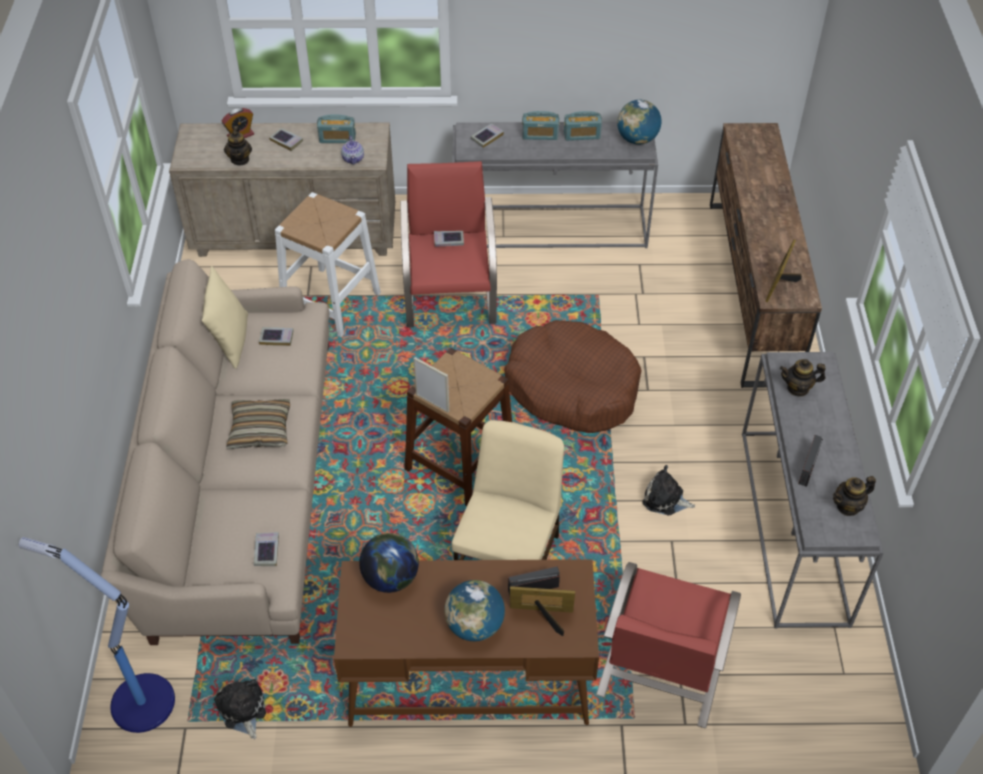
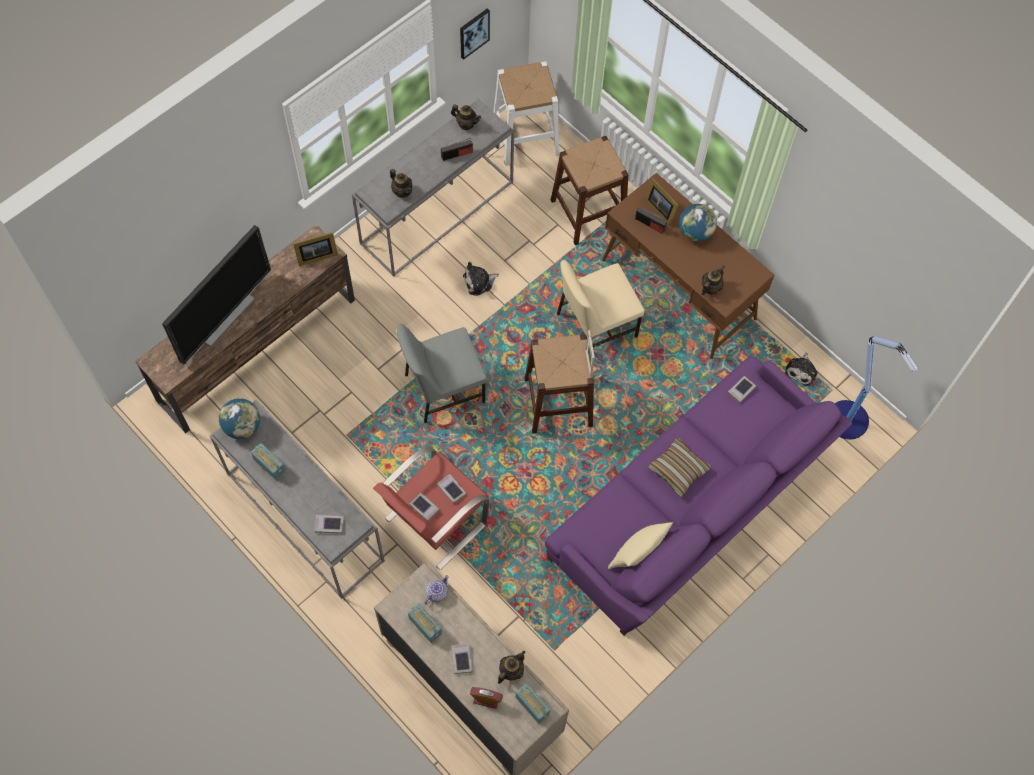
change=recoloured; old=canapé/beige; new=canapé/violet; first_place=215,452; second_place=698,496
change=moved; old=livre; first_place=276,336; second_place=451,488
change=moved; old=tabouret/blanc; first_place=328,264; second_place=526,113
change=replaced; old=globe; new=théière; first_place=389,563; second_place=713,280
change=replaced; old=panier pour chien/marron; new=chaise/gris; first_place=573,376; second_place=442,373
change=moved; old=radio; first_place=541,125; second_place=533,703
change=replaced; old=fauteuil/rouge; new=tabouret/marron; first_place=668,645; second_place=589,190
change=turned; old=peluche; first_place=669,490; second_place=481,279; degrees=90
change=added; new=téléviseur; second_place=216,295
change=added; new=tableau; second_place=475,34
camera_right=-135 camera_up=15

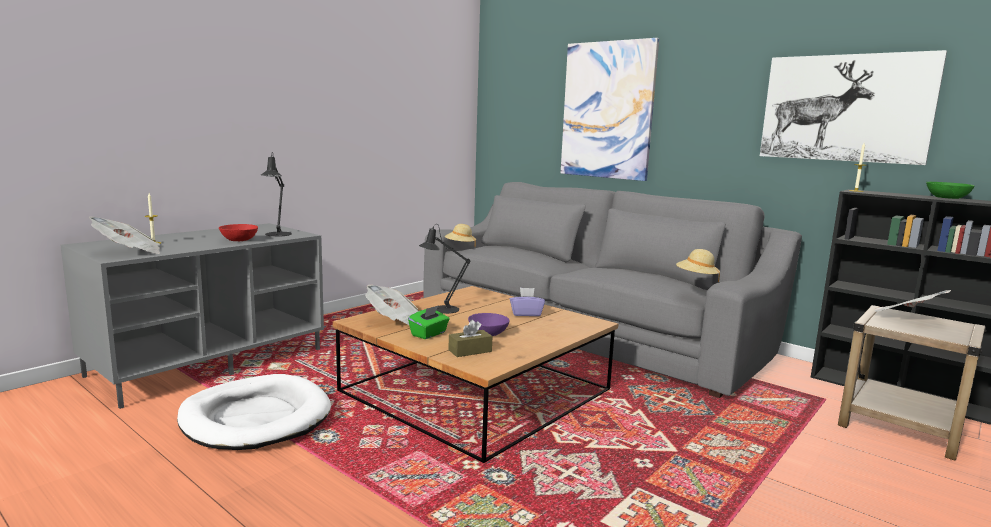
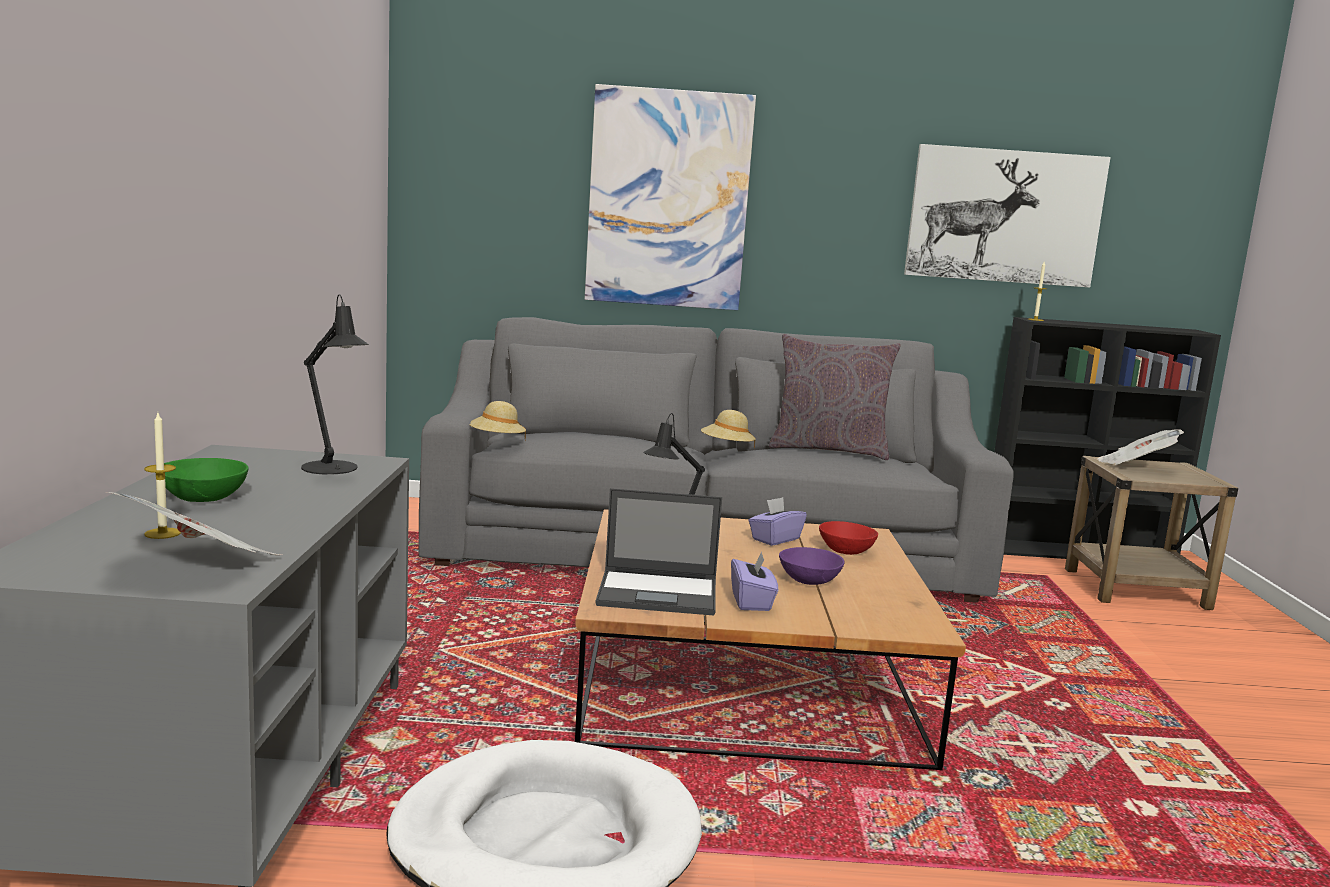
change=moved; old=bol/rouge; first_place=238,232; second_place=848,538
change=replaced; old=journal; new=ordinateur portable; first_place=391,304; second_place=658,551
change=recoloured; old=boîte à mouchoirs/vert; new=boîte à mouchoirs/violet; first_place=429,322; second_place=754,581
change=removed; old=boîte à mouchoirs/marron; first_place=470,338
change=moved; old=chapeau/beige; first_place=698,265; second_place=728,429
change=moved; old=bol/vert; first_place=950,190; second_place=206,480
change=added; new=coussin/gris; second_place=835,397
camera_right=-40 camera_up=0

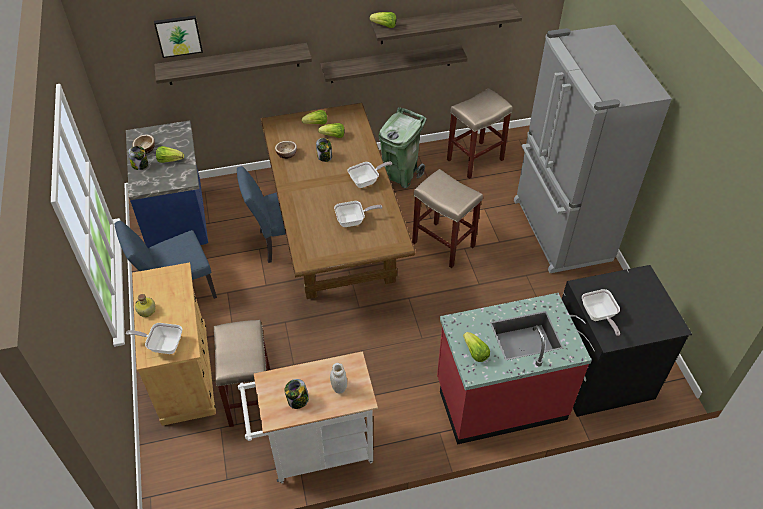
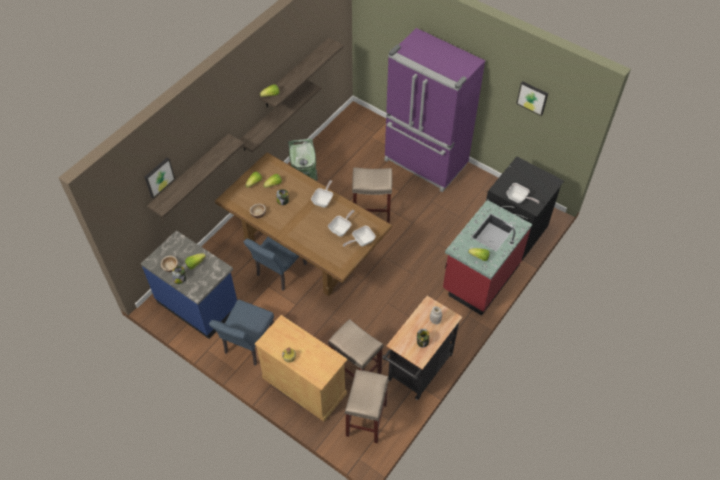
change=moved; old=poêle; first_place=154,338; second_place=359,236
change=recoloured; old=chariot/blanc; new=chariot/noir; first_place=308,417; second_place=422,348
change=moved; old=tabouret/beige; first_place=480,133; second_place=367,406
change=recoloured; old=réfrigérateur/gris; new=réfrigérateur/violet; first_place=593,149; second_place=434,110
change=added; new=tableau; second_place=532,98
camera_right=-40 camera_up=5

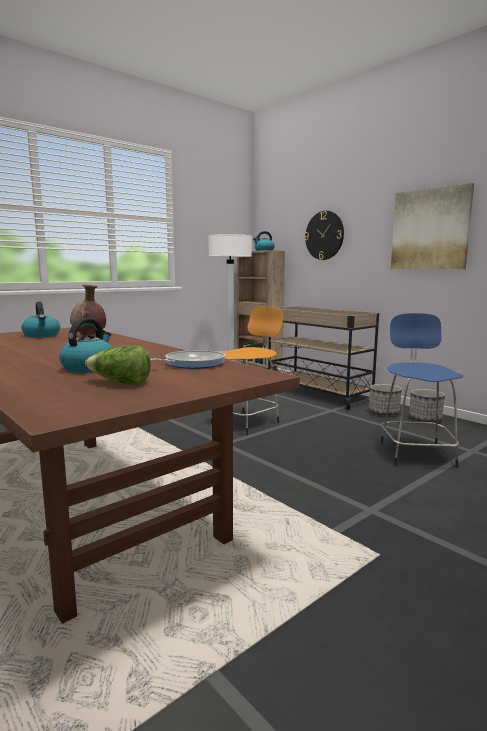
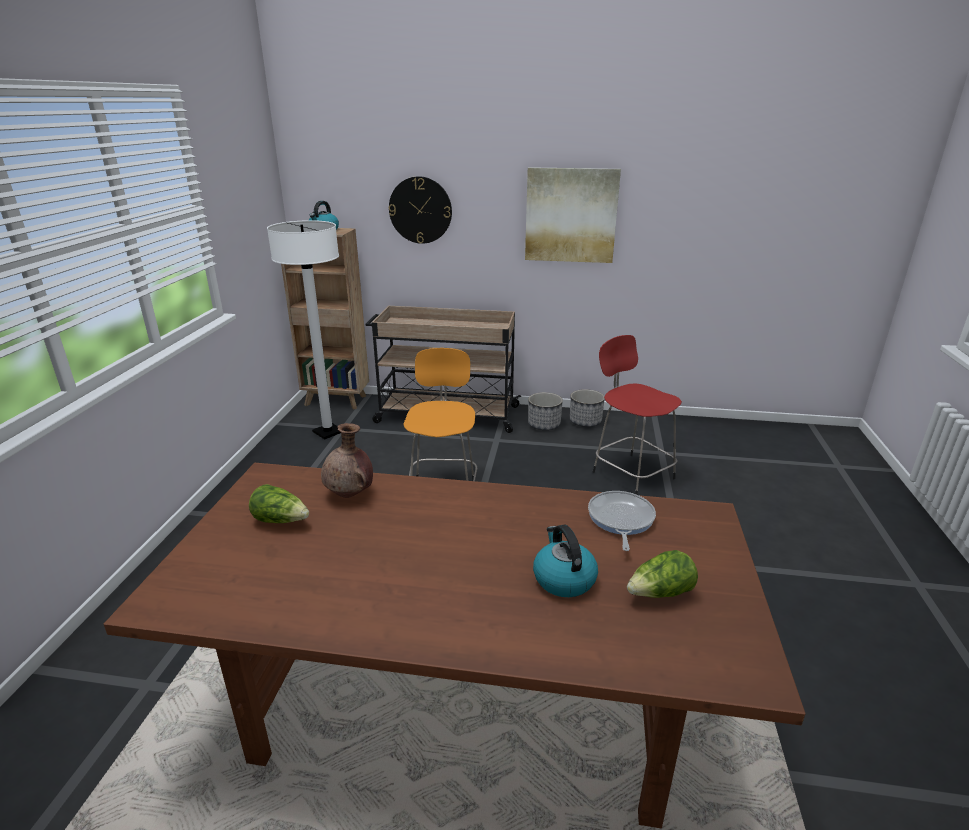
change=replaced; old=bouilloire; new=laitue; first_place=41,320; second_place=279,503
change=recoloured; old=tabouret/bleu; new=tabouret/rouge; first_place=421,390; second_place=637,415
camera_right=-40 camera_up=15

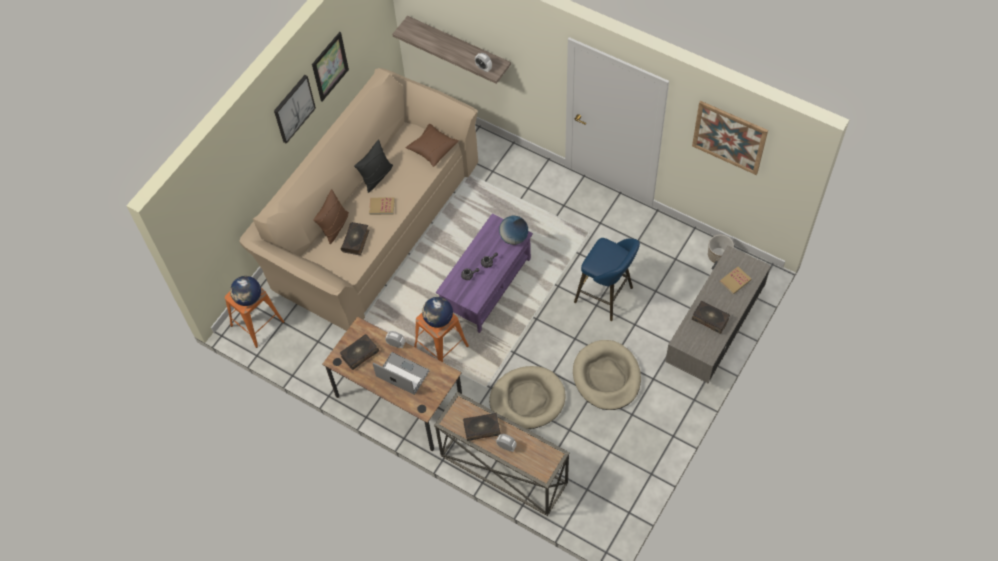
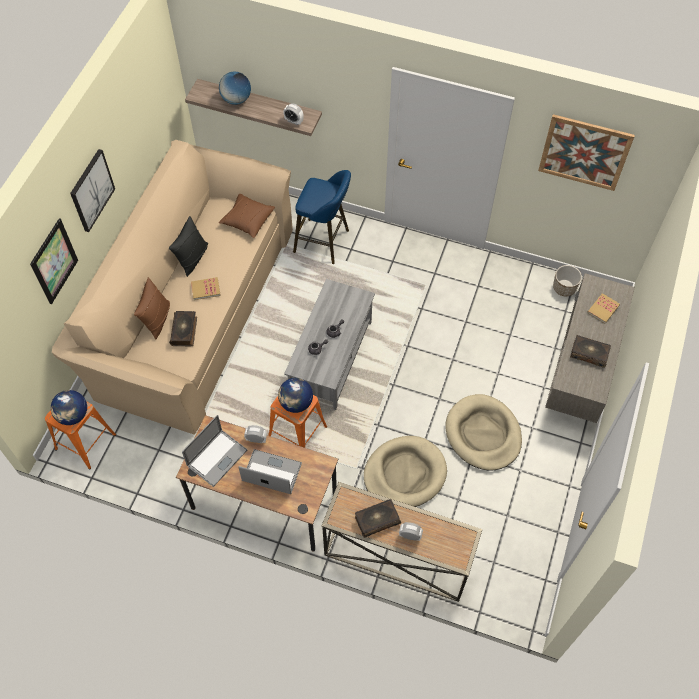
change=moved; old=tableau; first_place=330,67; second_place=54,261
change=replaced; old=livre; new=ordinateur portable; first_place=359,352; second_place=214,451
change=recoloured; old=table basse/violet; new=table basse/gris; first_place=484,273; second_place=329,344
change=moved; old=globe; first_place=513,230; second_place=235,88
change=moved; old=tabouret/bleu; first_place=607,279; second_place=322,217
camera_right=-15 camera_up=0

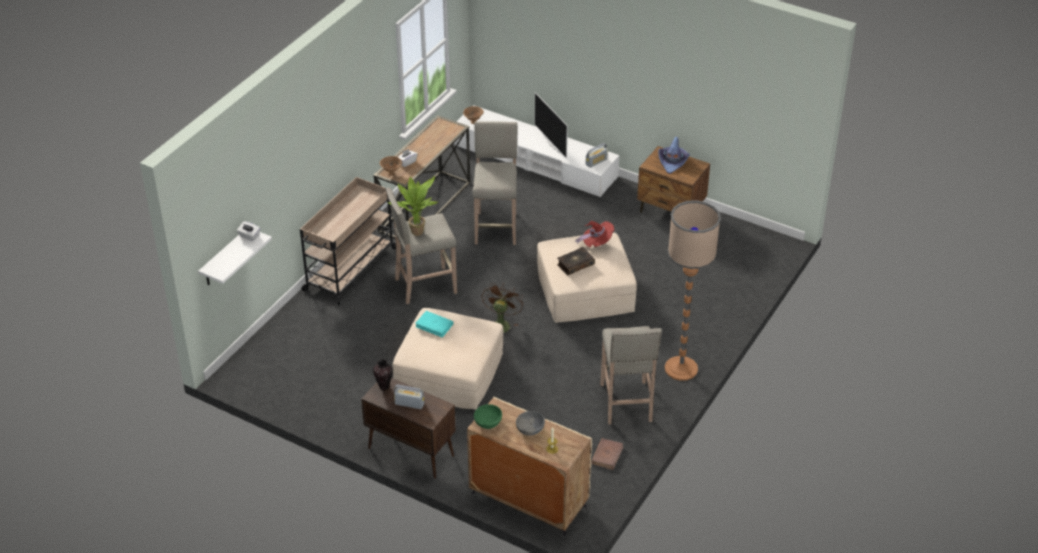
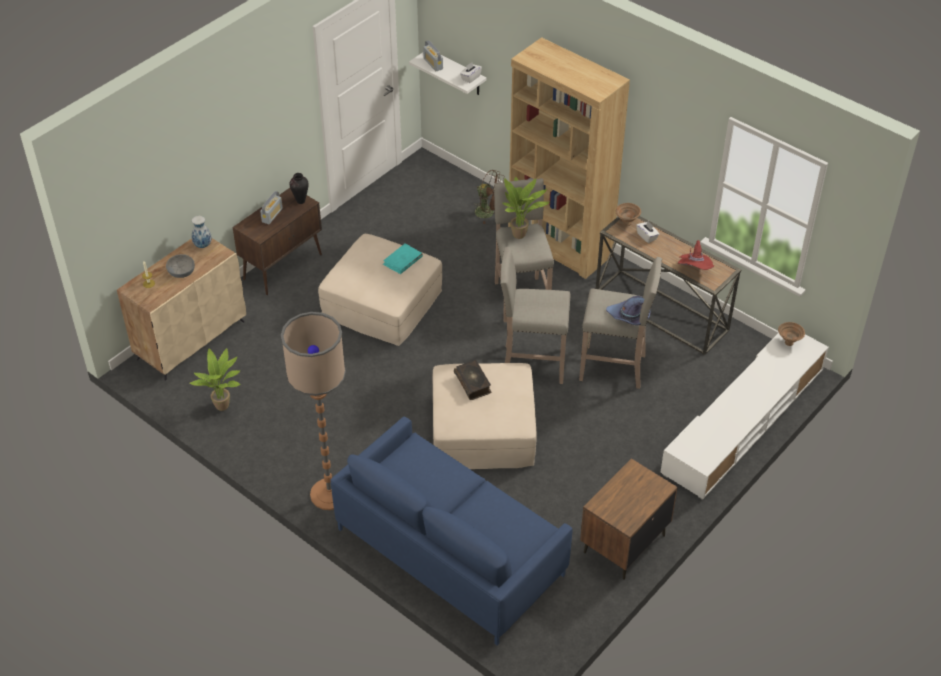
change=replaced; old=chariot/beige; new=bibliothèque/marron; first_place=348,241; second_place=569,158
change=replaced; old=bol/vert; new=vase; first_place=488,416; second_place=201,232
change=moved; old=ventilateur/marron; first_place=502,308; second_place=488,197
change=removed; old=téléviseur; first_place=551,125
change=moved; old=chapeau/rouge; first_place=594,234; second_place=696,255
change=moved; old=radio; first_place=597,155; second_place=433,55
change=replaced; old=livre/marron; new=plante en pot; first_place=607,454; second_place=215,379
change=moved; old=tabouret/beige; first_place=631,375; second_place=535,315
change=moved; old=chapeau/violet; first_place=674,155; second_place=628,311
change=added; new=canapé/bleu; second_place=451,531
camera_right=100 camera_up=5

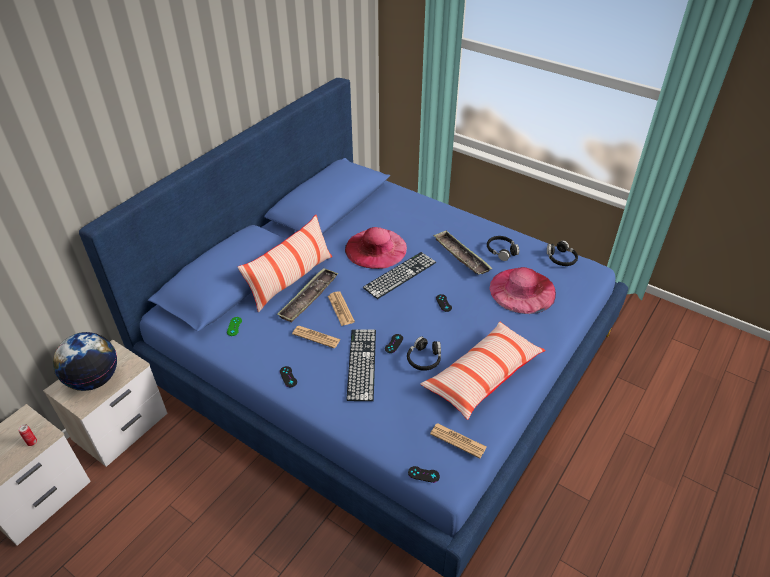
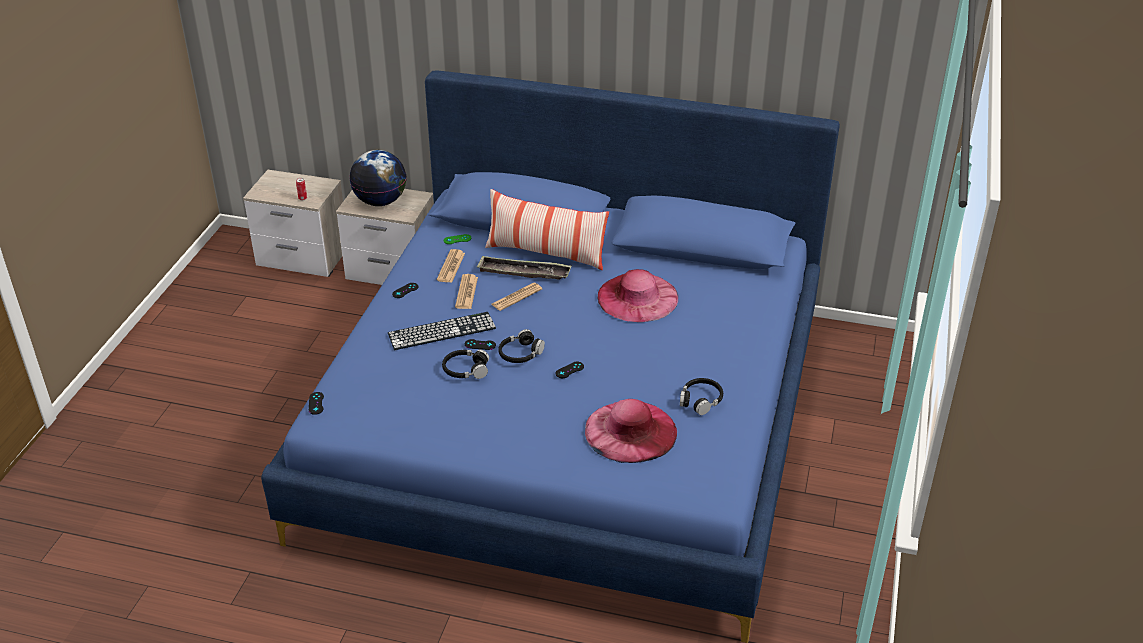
change=removed; old=clavier; first_place=399,275
change=removed; old=coussin; first_place=483,370
change=moved; old=journal; first_place=458,440; second_place=451,266
change=removed; old=plateau; first_place=463,252
change=moved; old=casque audio/noir; first_place=562,253; second_place=521,346
camera_right=70 camera_up=-5

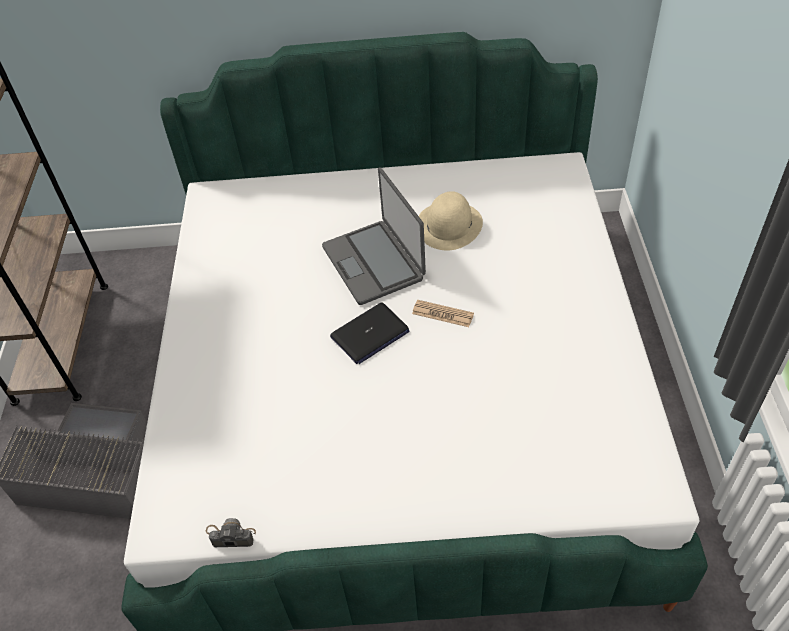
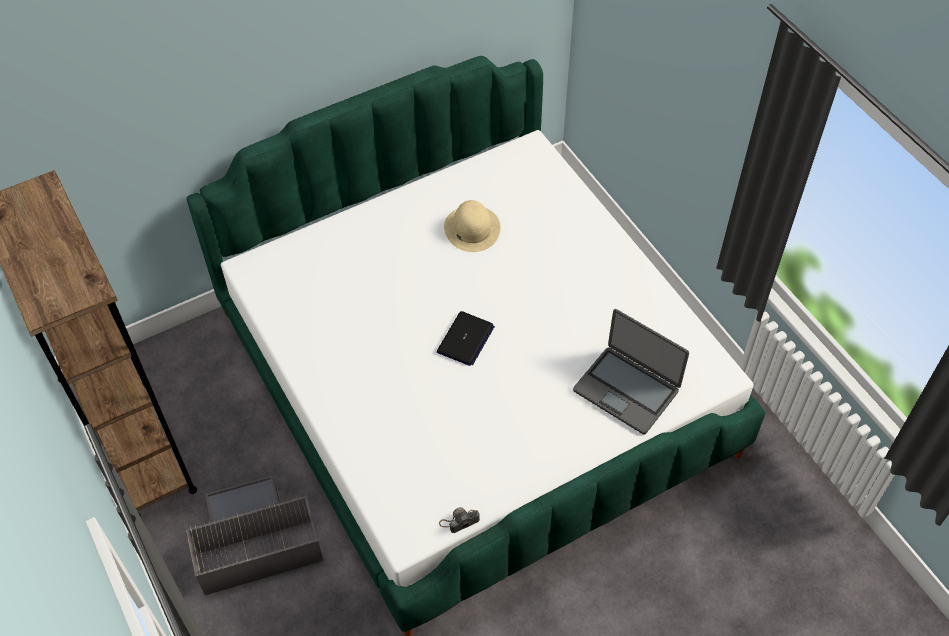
change=moved; old=ordinateur portable; first_place=374,236; second_place=631,372
change=removed; old=journal; first_place=443,313
camera_right=-30 camera_up=5

